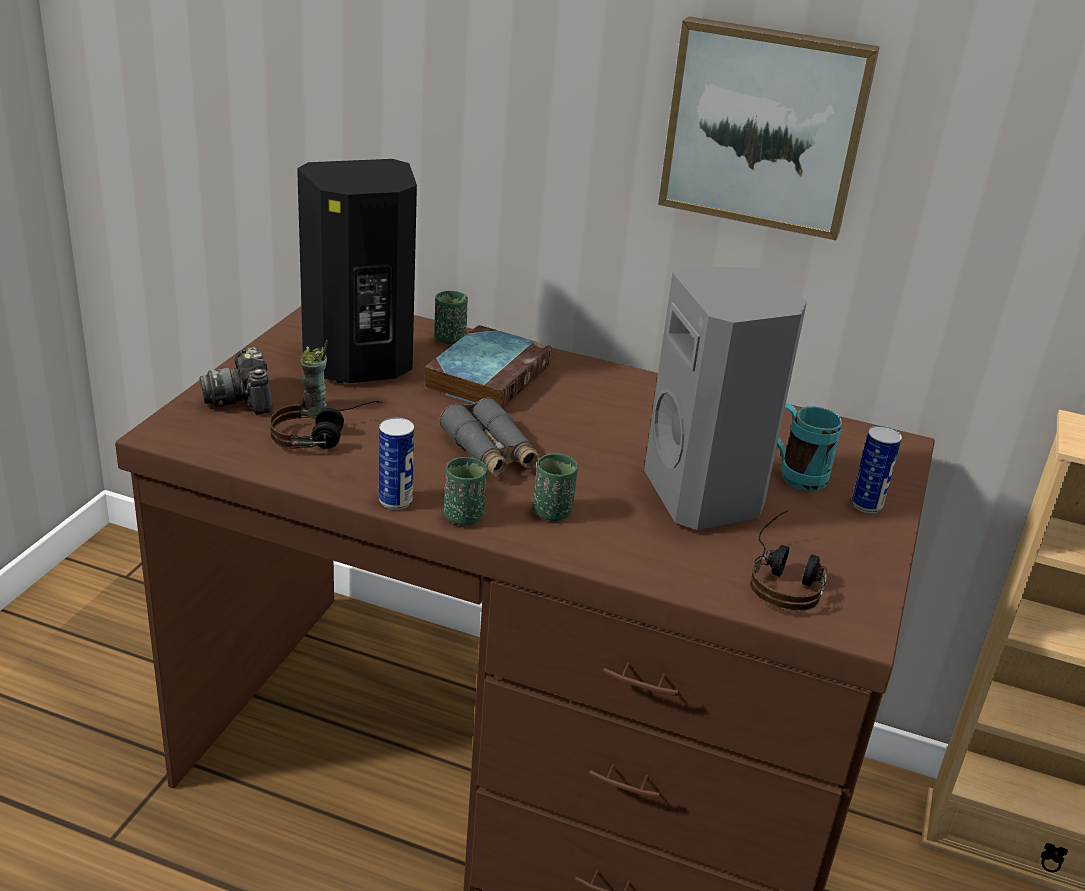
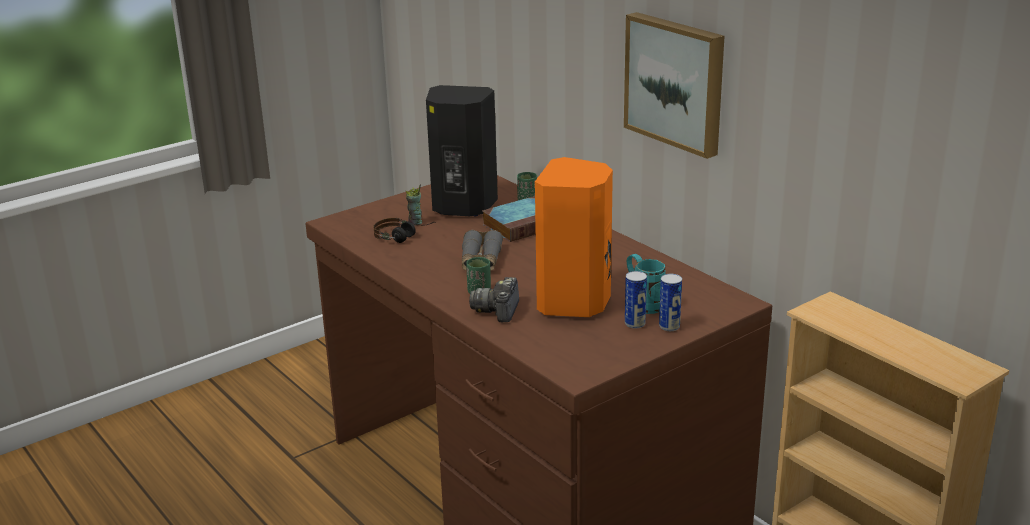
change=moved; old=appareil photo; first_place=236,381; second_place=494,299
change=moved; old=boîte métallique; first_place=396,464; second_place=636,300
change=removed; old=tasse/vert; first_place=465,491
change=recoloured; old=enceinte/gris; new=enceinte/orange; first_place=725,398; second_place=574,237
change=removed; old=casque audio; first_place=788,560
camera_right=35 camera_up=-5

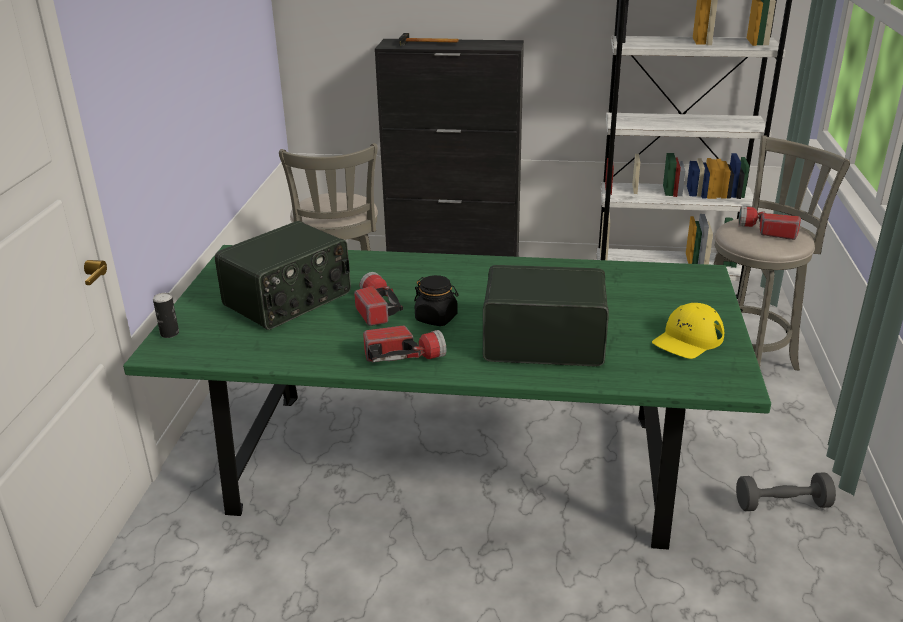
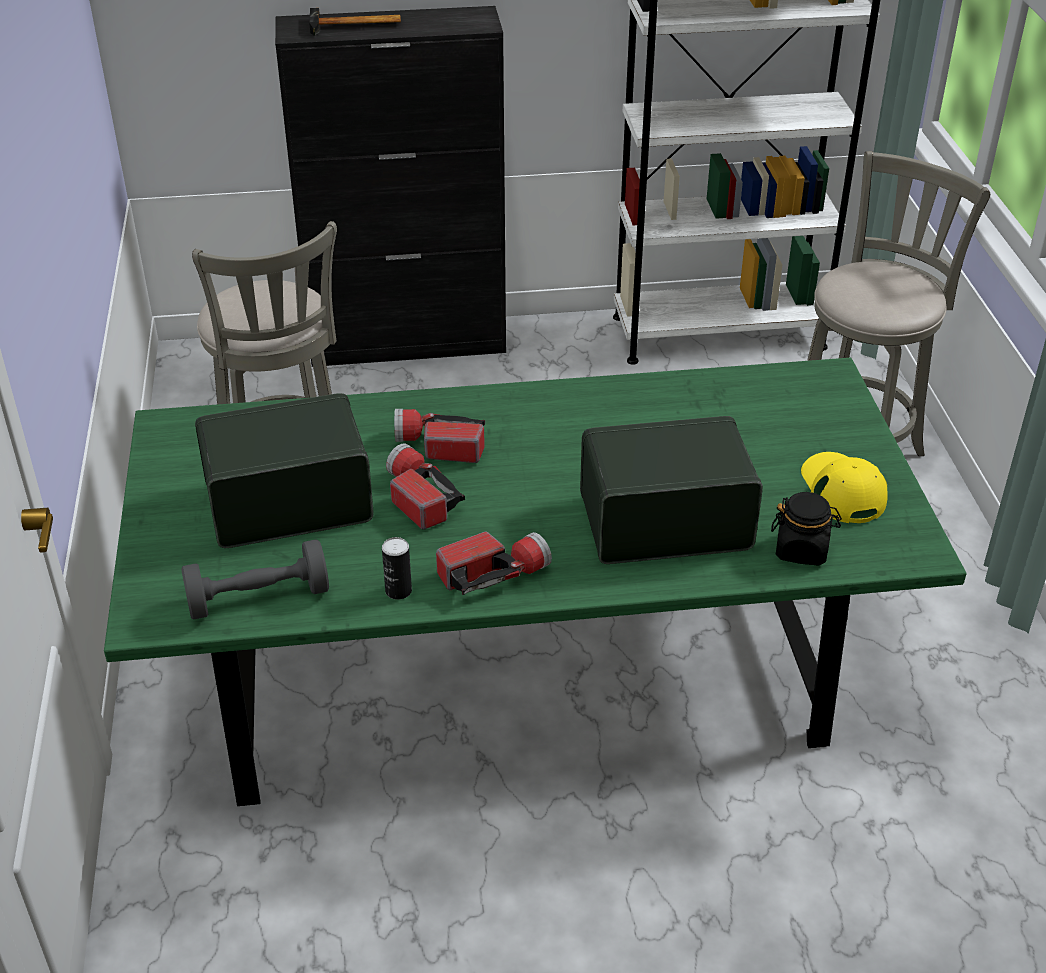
change=moved; old=boîte métallique; first_place=166,315; second_place=397,568
change=turned; old=radio; first_place=283,275; second_place=284,470; degrees=-135
change=moved; old=bocal/noir; first_place=436,300; second_place=806,529
change=turned; old=casquette/jaune; first_place=688,331; second_place=844,487; degrees=135
change=moved; old=haltère/gris; first_place=786,491; second_place=255,579
change=moved; old=lampe de poche; first_place=769,223; second_place=439,436
camera_right=-15 camera_up=10

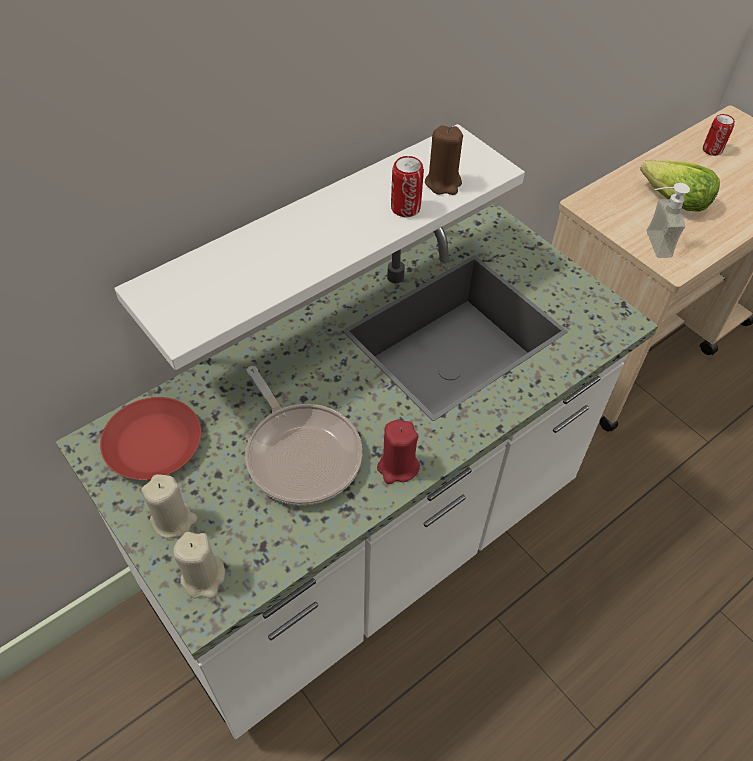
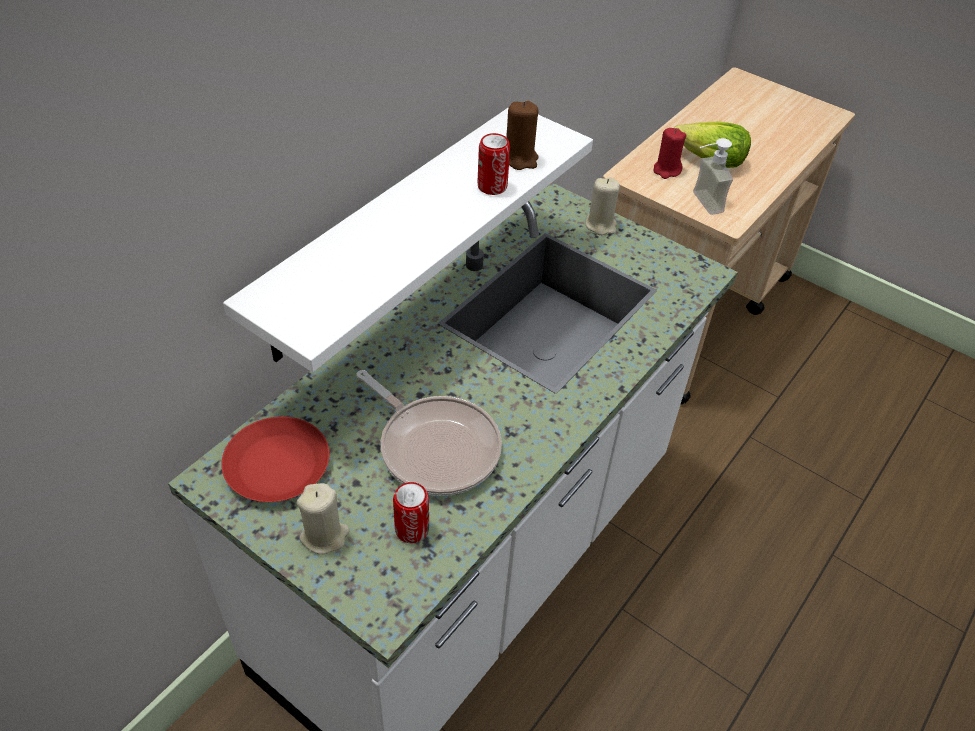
change=moved; old=bougie/beige; first_place=199,565; second_place=603,206
change=moved; old=bougie/rouge; first_place=398,452; second_place=669,153
change=moved; old=boîte métallique; first_place=719,135; second_place=411,512
camera_right=-15 camera_up=-5

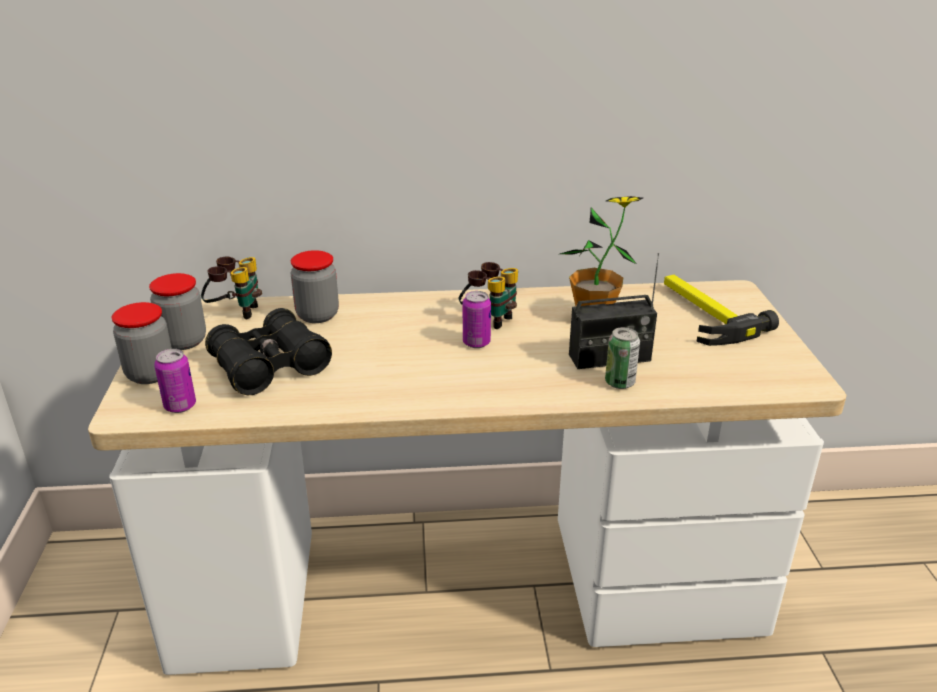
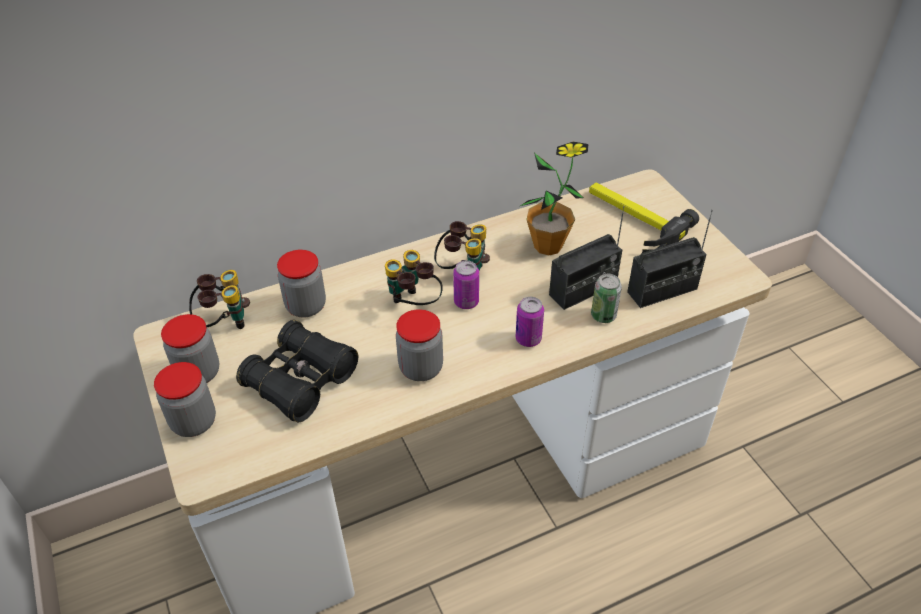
change=moved; old=boîte métallique; first_place=175,381; second_place=530,322
change=added; new=jumelles; second_place=414,277
change=added; new=bocal; second_place=419,345
change=added; new=radio; second_place=670,259
camera_right=-20 camera_up=15

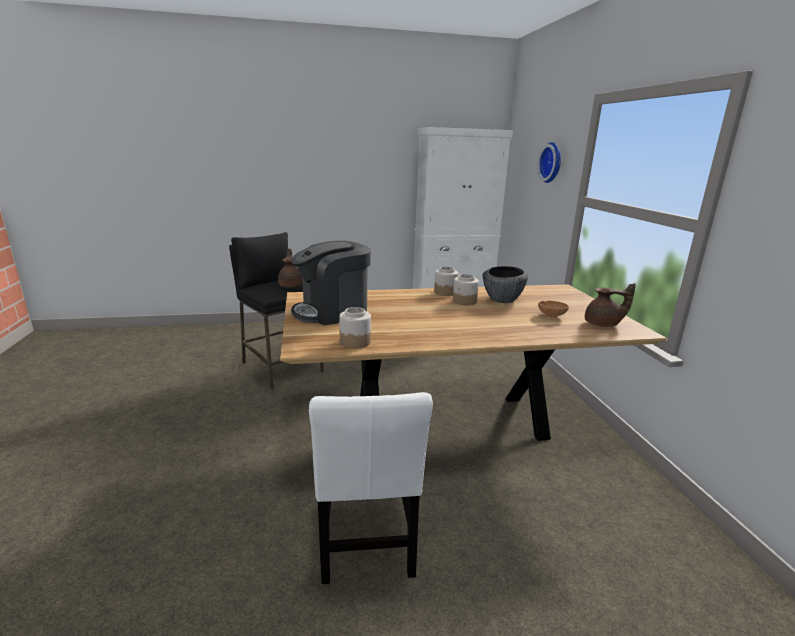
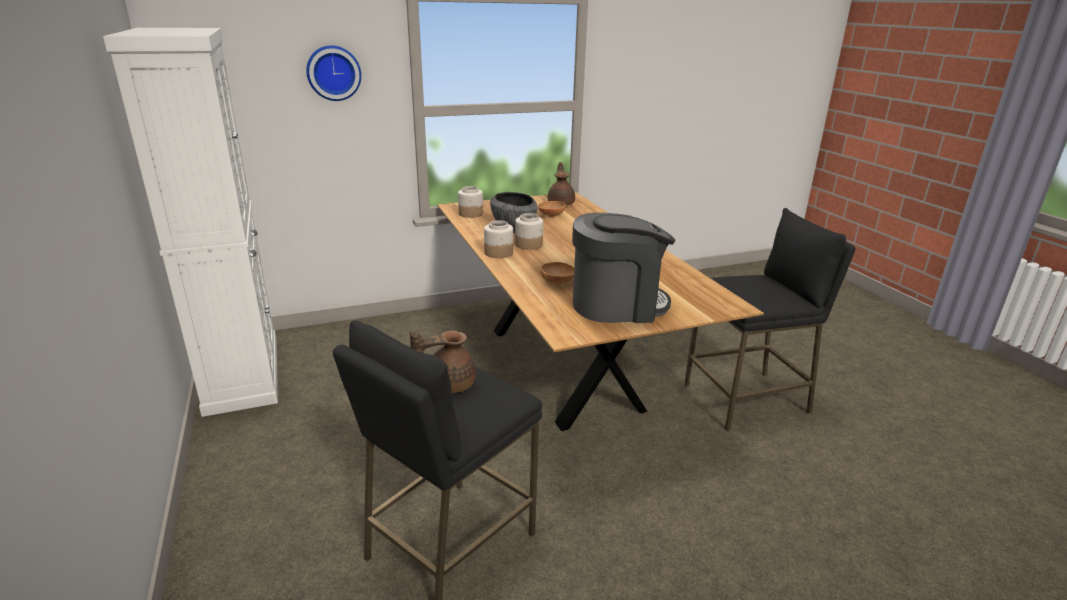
change=turned; old=machine à café; first_place=331,282; second_place=623,268; degrees=-60
change=replaced; old=chaise/blanc; new=tabouret/noir; first_place=371,488; second_place=770,319
change=moved; old=bocal; first_place=355,327; second_place=470,202
change=added; new=bol/marron; second_place=557,273
camera_right=-100 camera_up=5

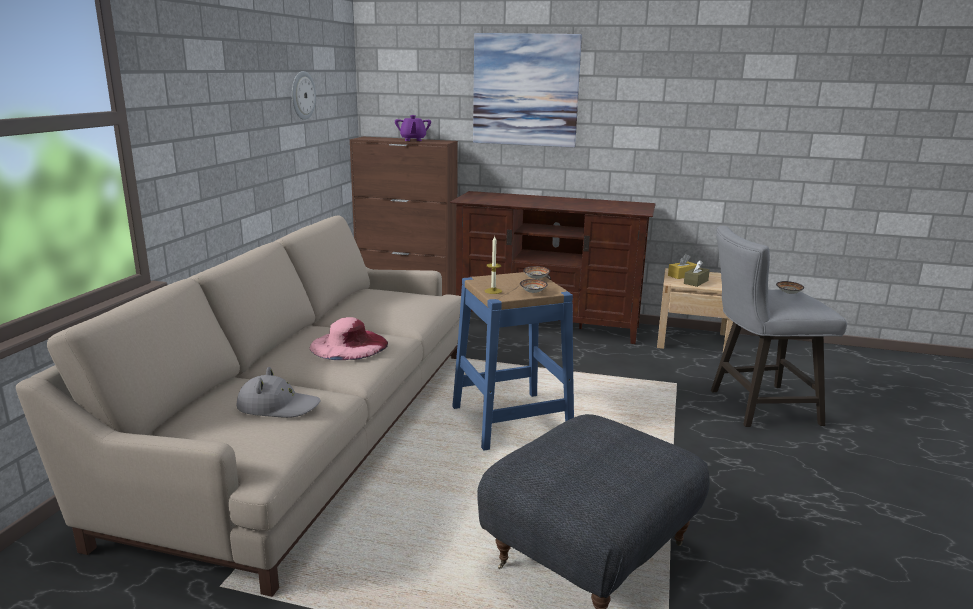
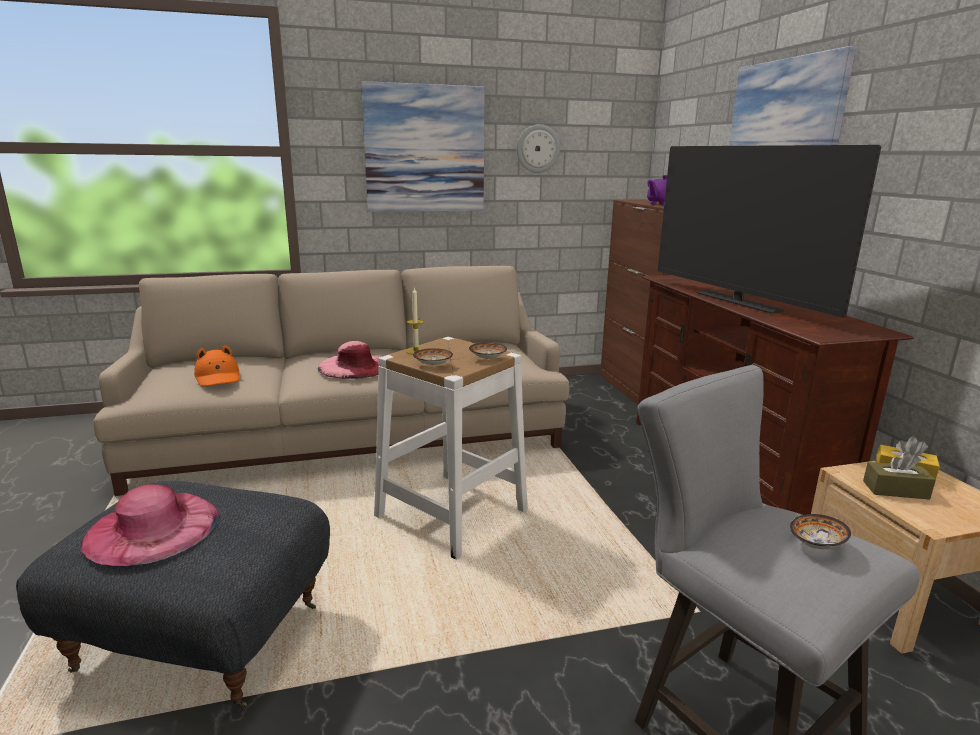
change=recoloured; old=chapeau/gris; new=chapeau/orange; first_place=278,392; second_place=217,366
change=recoloured; old=tabouret/bleu; new=tabouret/blanc; first_place=513,361; second_place=451,448
change=added; new=chapeau/rose; second_place=150,525
change=added; new=tableau; second_place=423,146
change=added; new=téléviseur; second_place=769,231
camera_right=60 camera_up=0

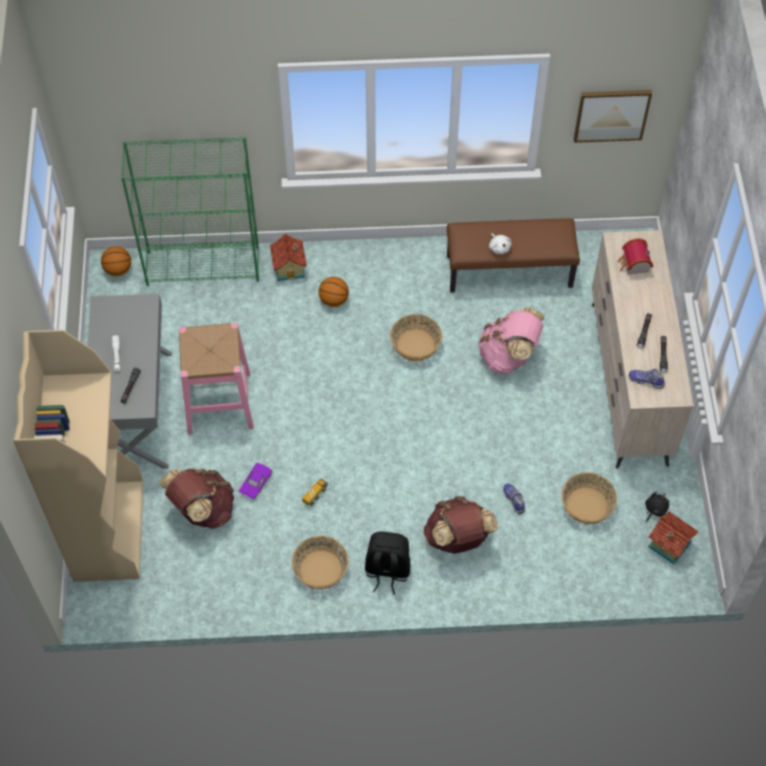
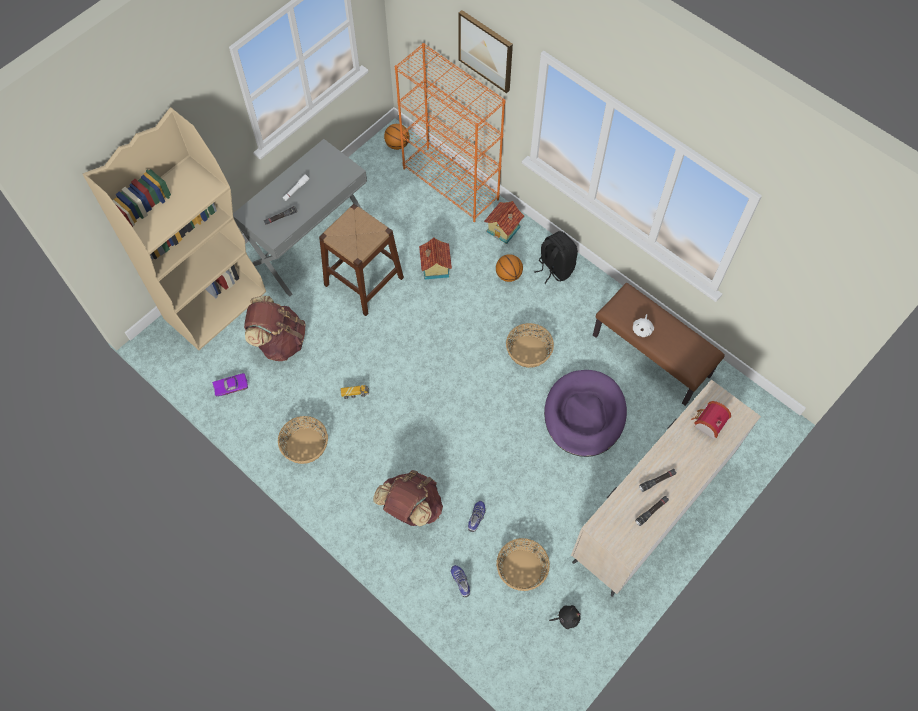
change=recoloured; old=bibliothèque/vert; new=bibliothèque/orange; first_place=190,211; second_place=450,132
change=recoloured; old=tabouret/rose; new=tabouret/marron; first_place=216,379; second_place=361,260
change=moved; old=petite voiture/violet; first_place=255,481; second_place=230,384
change=moved; old=sac à dos/noir; first_place=387,563; second_place=556,257
change=replaced; old=sac à dos/rose; new=panier pour chien/violet; first_place=511,340; second_place=585,413
change=moved; old=tableau; first_place=613,116; second_place=486,51
change=moved; old=chaussure; first_place=647,378; second_place=460,581
change=moved; old=maison miniature; first_place=673,538; second_place=435,258
camera_right=45 camera_up=5

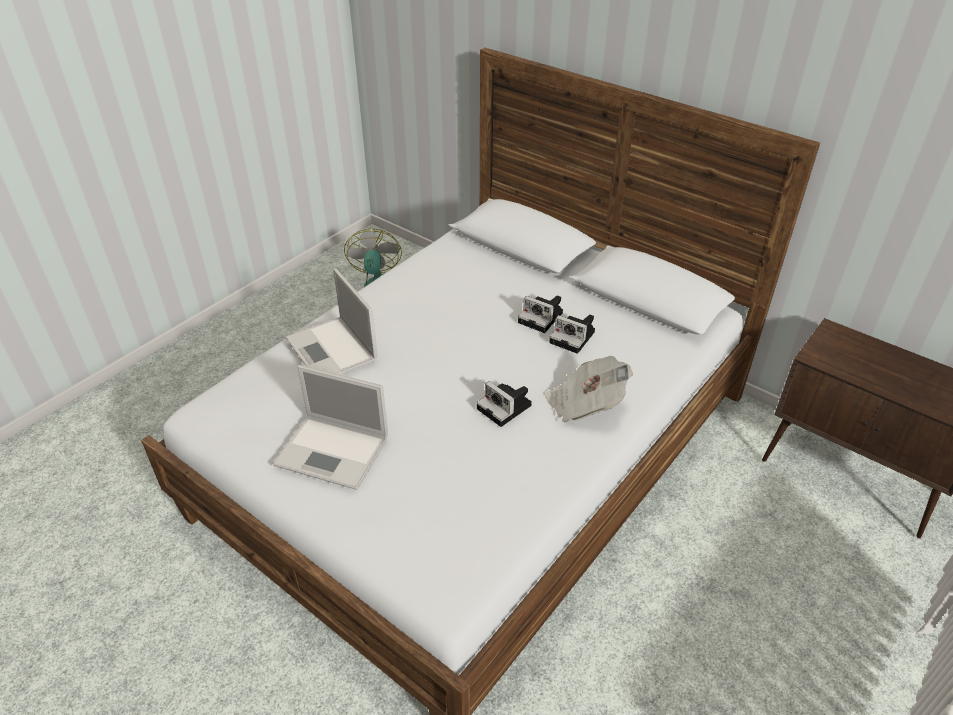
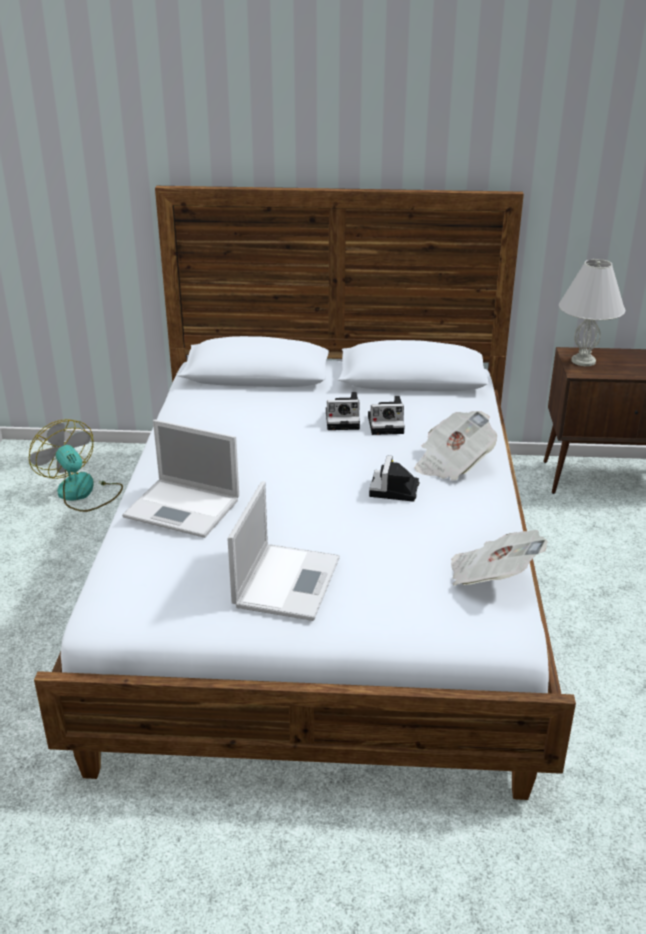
change=turned; old=ordinateur portable; first_place=330,427; second_place=284,551; degrees=-60
change=turned; old=appareil photo; first_place=504,404; second_place=394,479; degrees=90
change=added; new=journal; second_place=499,557
change=added; new=lampe de table/blanc; second_place=592,312
camera_right=-35 camera_up=-10

